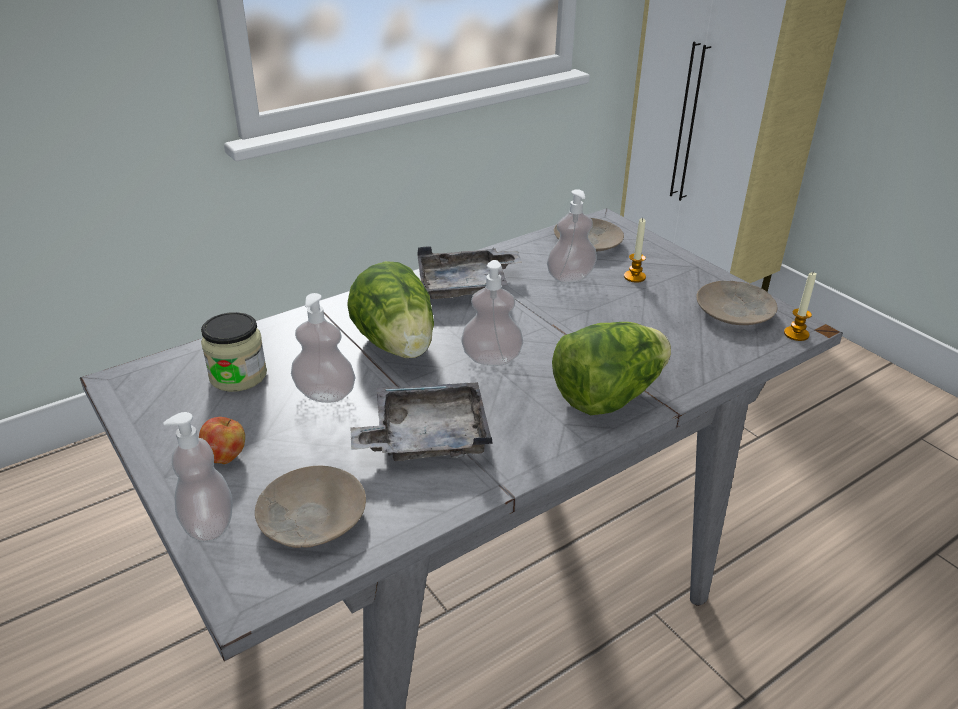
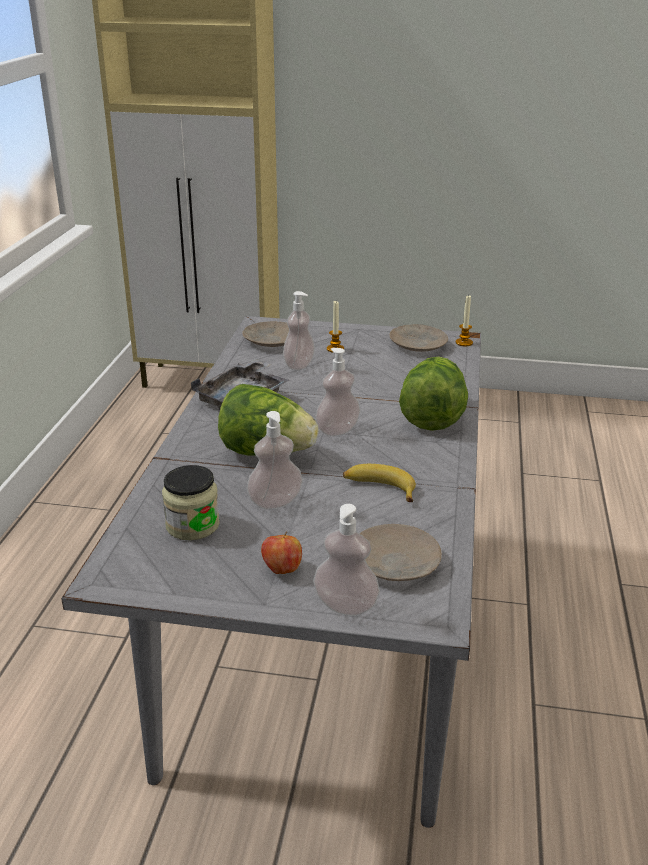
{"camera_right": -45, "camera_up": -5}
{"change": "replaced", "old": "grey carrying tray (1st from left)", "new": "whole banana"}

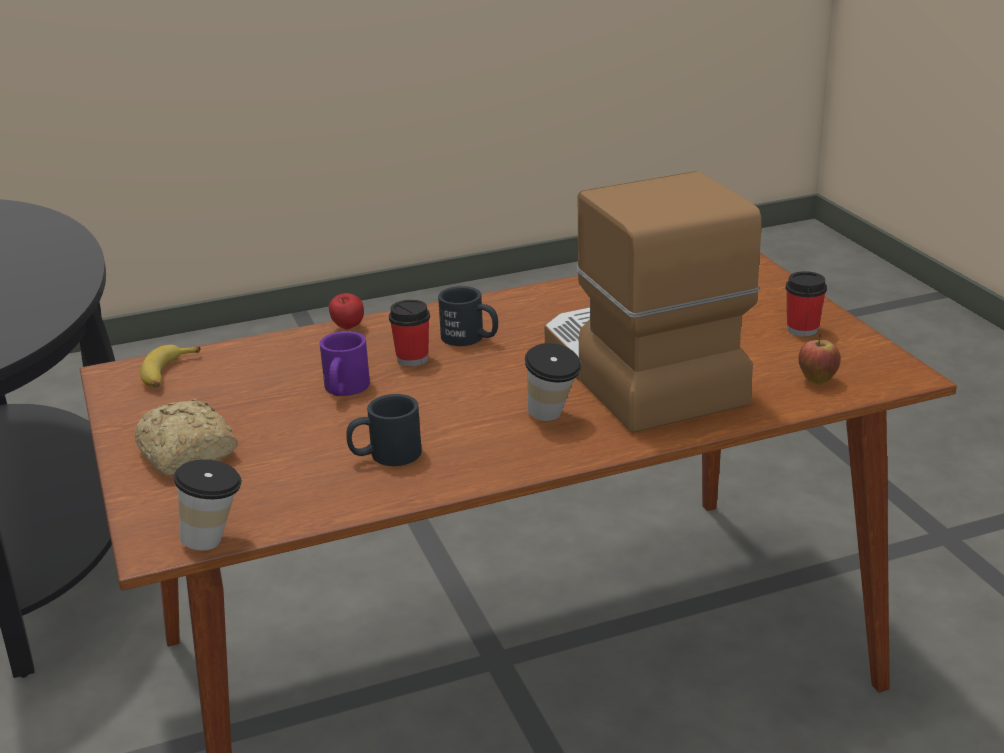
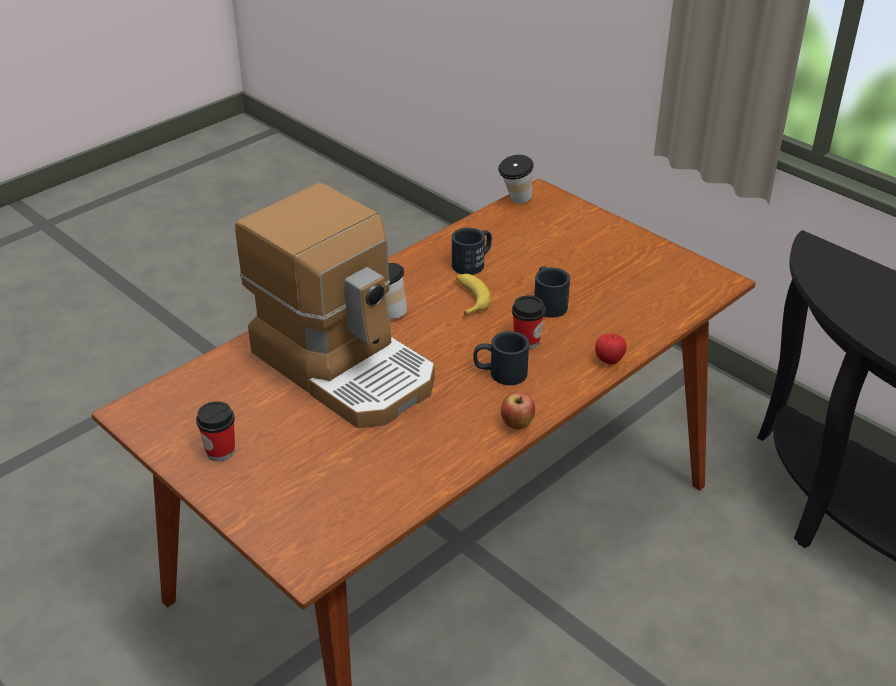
{"camera_right": 155, "camera_up": 10}
{"change": "removed", "old": "baked bread"}
{"change": "moved", "old": "whole banana"}
{"change": "recoloured", "old": "purplish tea mug", "new": "black-coloured tea mug (3rd from left)"}
{"change": "moved", "old": "apple fruit (2nd from left in the first image)", "new": "apple fruit (1st from left)"}

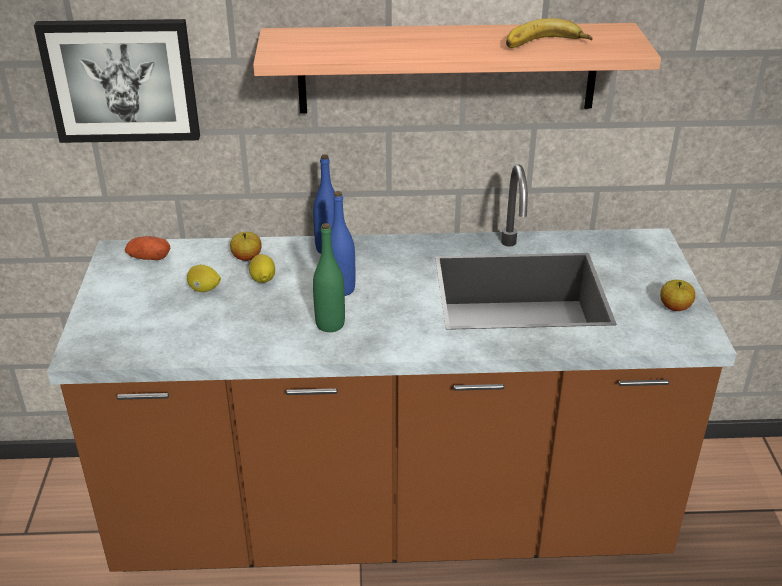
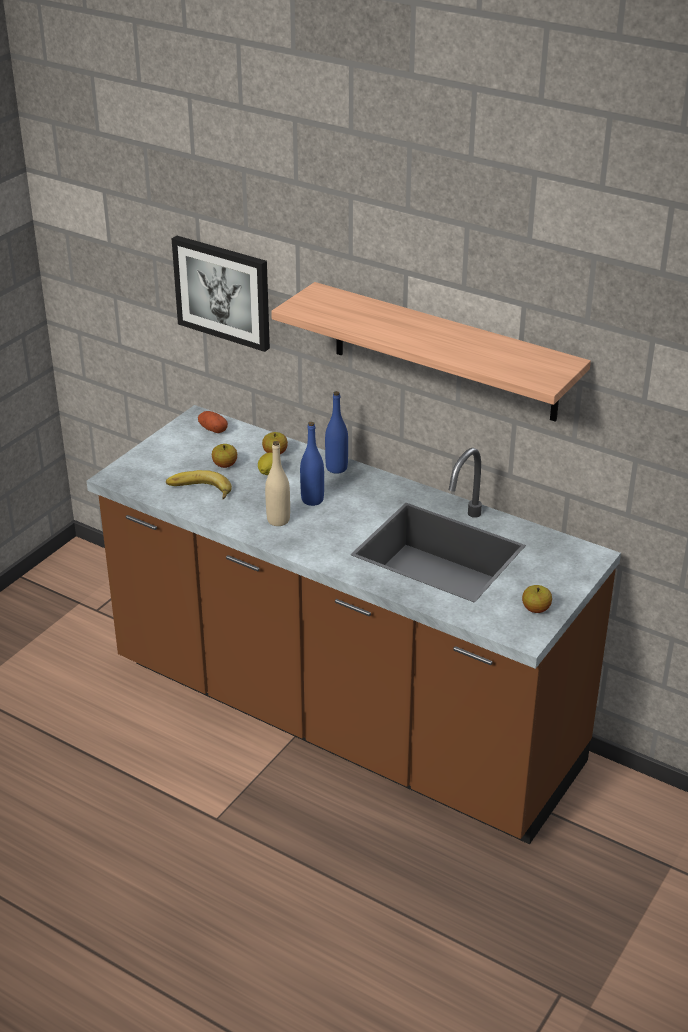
{"camera_right": 35, "camera_up": 0}
{"change": "replaced", "old": "whole lemon (1st from left)", "new": "apple fruit (1st from left)"}
{"change": "recoloured", "old": "green-coloured bottle", "new": "sand-coloured bottle"}
{"change": "moved", "old": "whole banana"}

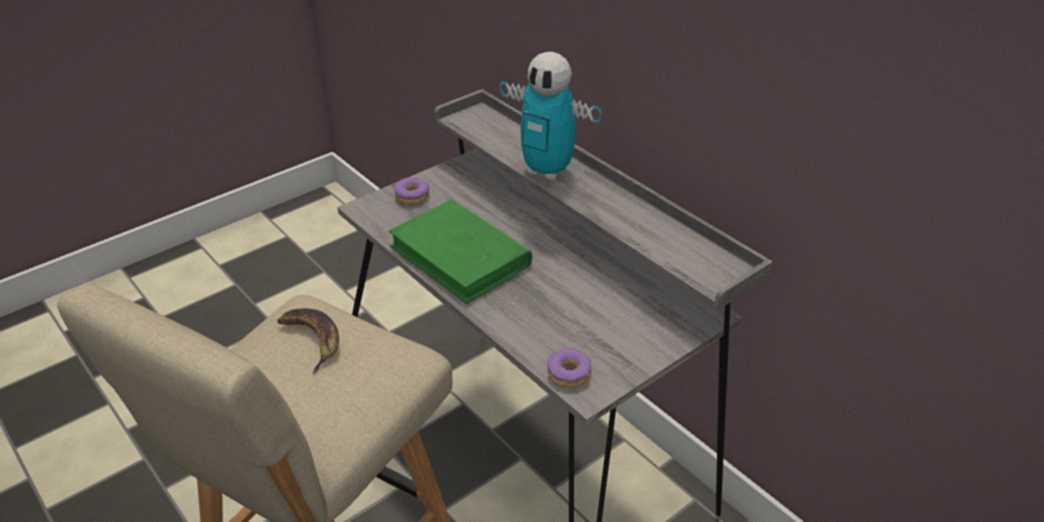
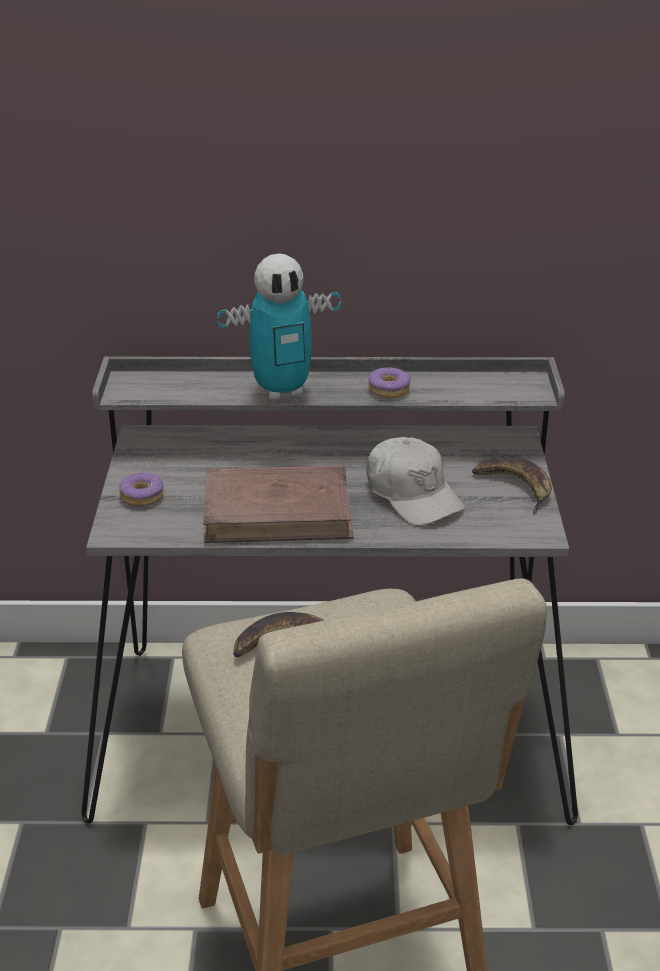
{"camera_right": -50, "camera_up": -5}
{"change": "recoloured", "old": "green-coloured book", "new": "brownish book"}
{"change": "moved", "old": "ring doughnut (2nd from left)"}
{"change": "added", "new": "whitish peaked cap"}
{"change": "added", "new": "whole banana (2nd from left)"}

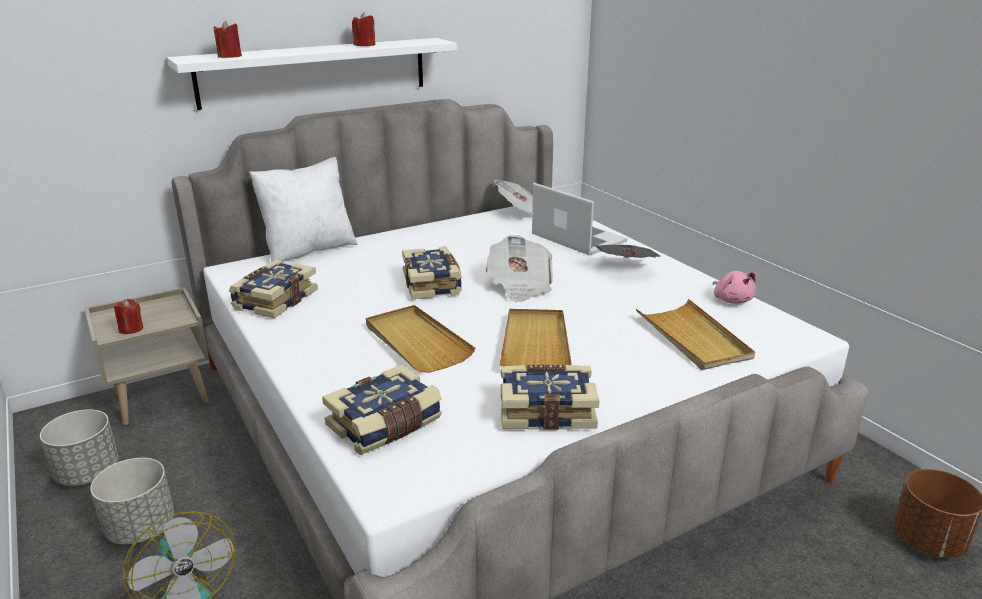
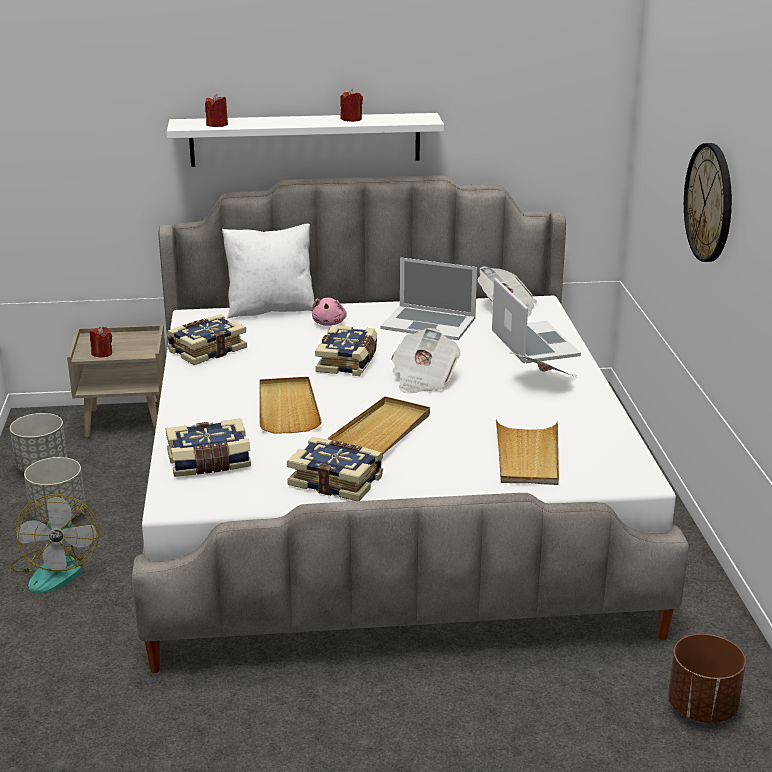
{"camera_right": 25, "camera_up": 0}
{"change": "moved", "old": "pink-coloured plush toy"}
{"change": "added", "new": "notebook computer (1st from left)"}
{"change": "added", "new": "wall clock"}

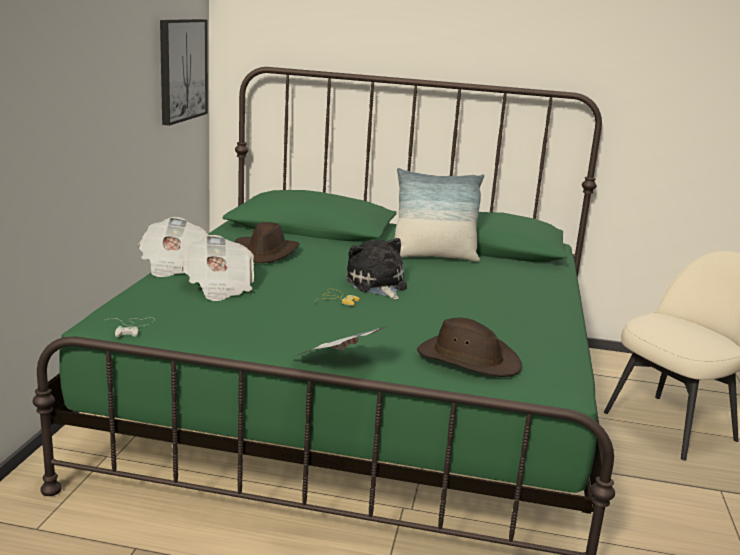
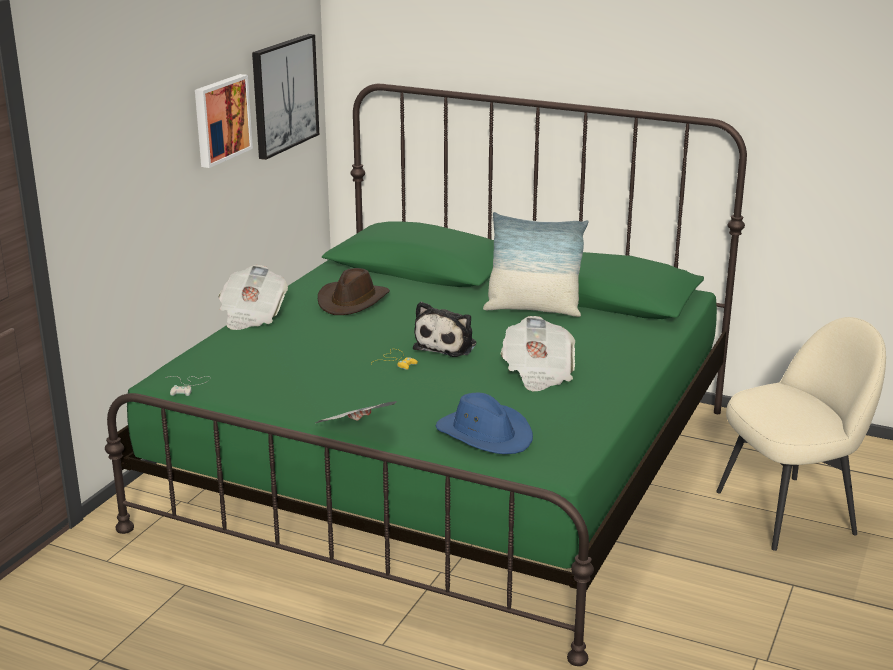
{"camera_right": 15, "camera_up": 5}
{"change": "moved", "old": "daily paper (2nd from left in the first image)", "new": "daily paper (3rd from left)"}
{"change": "turned", "old": "plush toy", "degrees": -150}
{"change": "recoloured", "old": "brownish wearable hat (2nd from left)", "new": "blue-coloured wearable hat"}
{"change": "added", "new": "wall picture (1st from left)"}

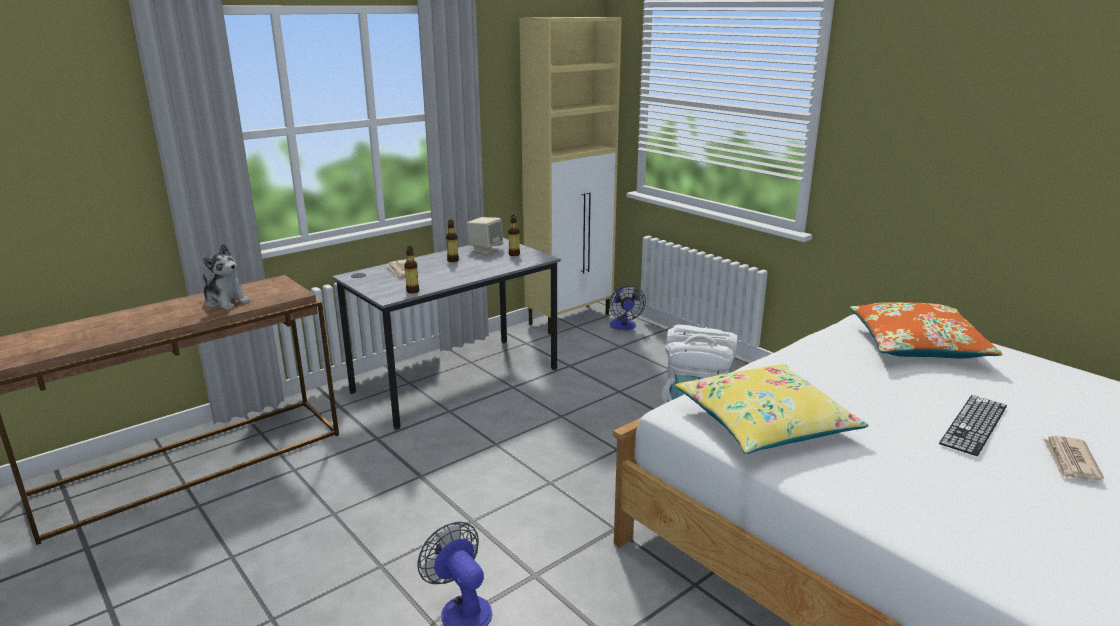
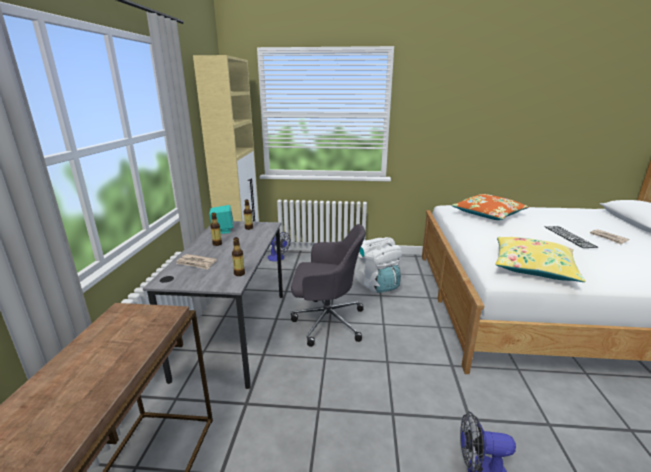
{"camera_right": -45, "camera_up": 0}
{"change": "removed", "old": "plush toy"}
{"change": "recoloured", "old": "sand-coloured speaker", "new": "turquoise speaker"}
{"change": "added", "new": "grey computer chair"}

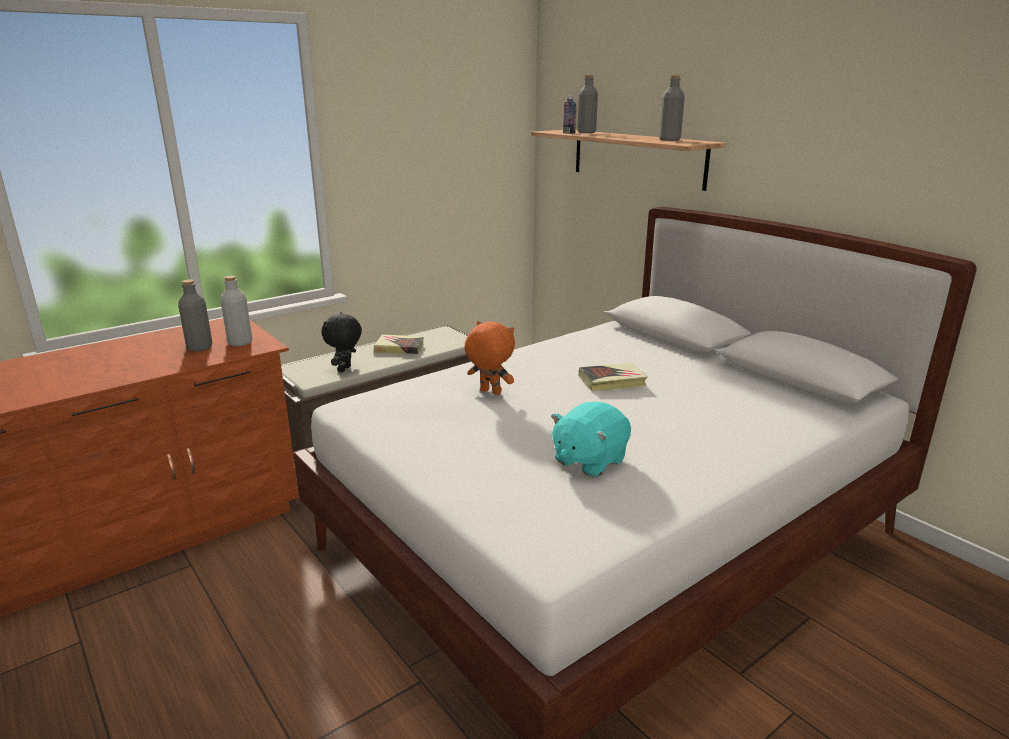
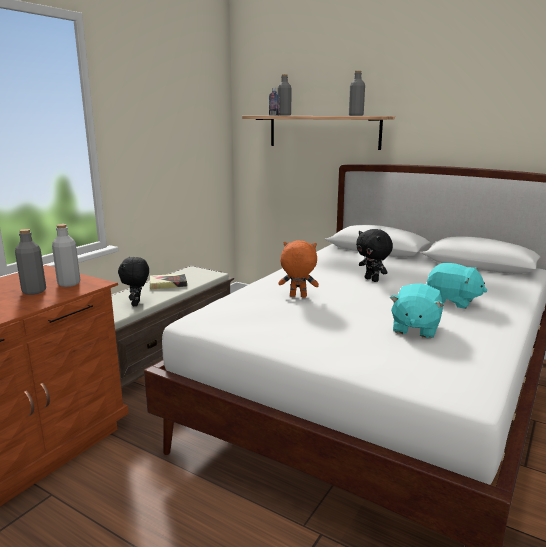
{"camera_right": -20, "camera_up": -5}
{"change": "replaced", "old": "book (2nd from left)", "new": "black-coloured plush toy (2nd from left)"}
{"change": "added", "new": "turquoise plush toy (2nd from left)"}

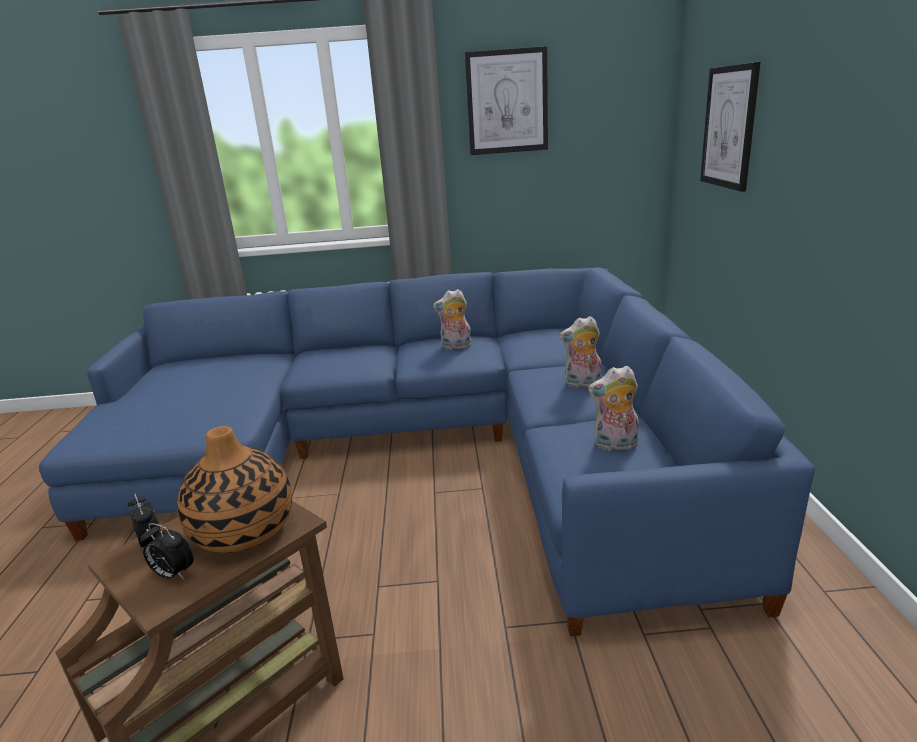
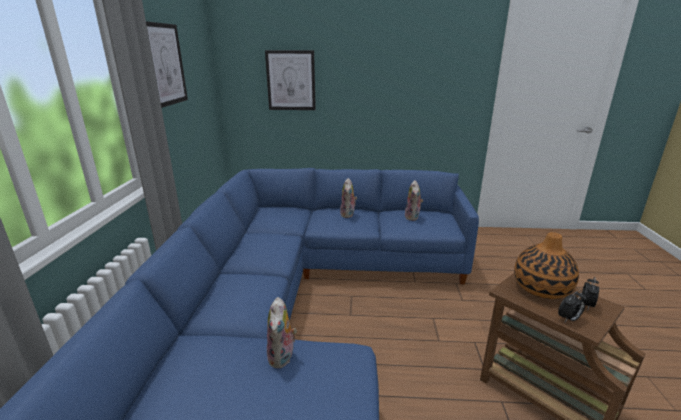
{"camera_right": -85, "camera_up": 0}
{"change": "moved", "old": "plush toy (1st from left)"}

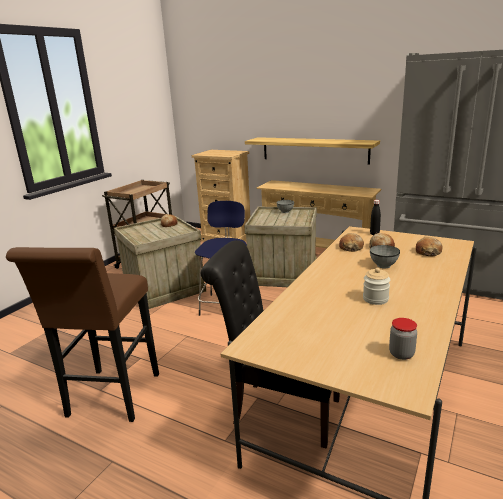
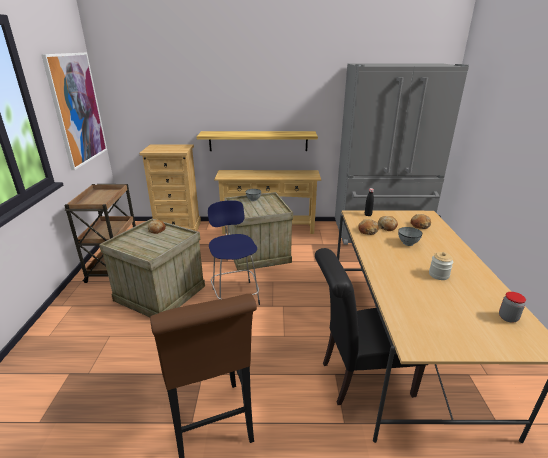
{"camera_right": -30, "camera_up": 5}
{"change": "added", "new": "wall picture"}

